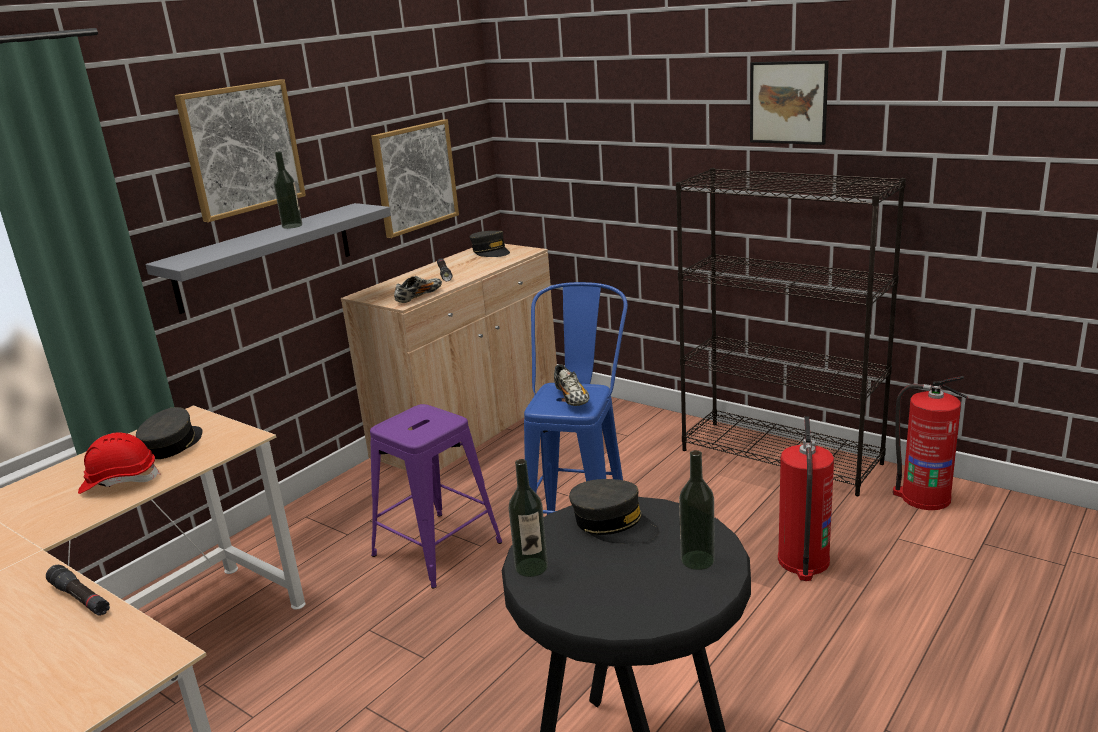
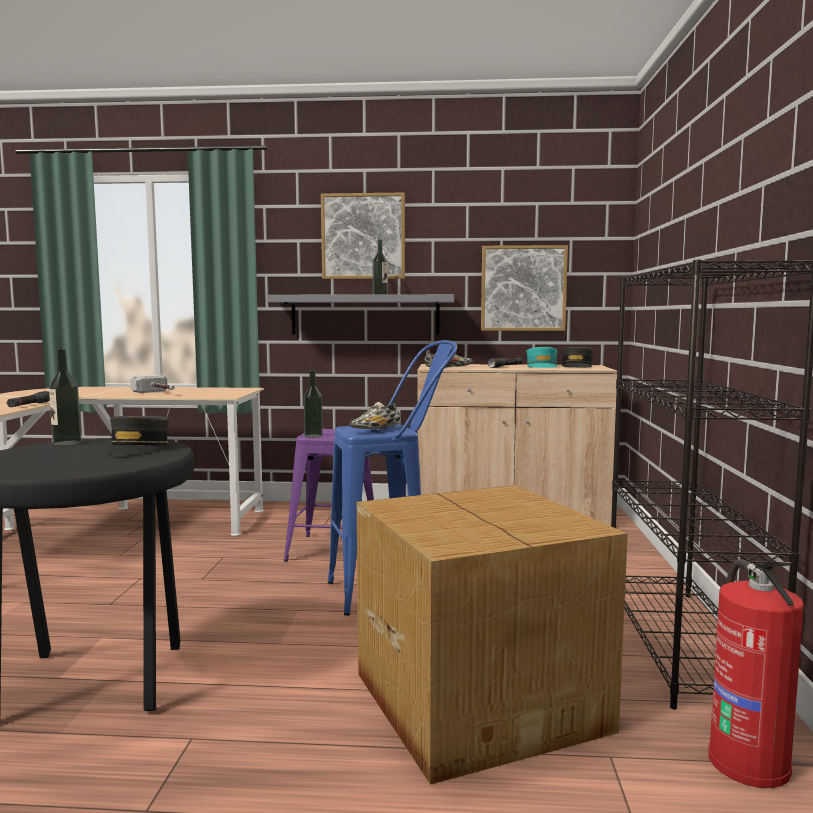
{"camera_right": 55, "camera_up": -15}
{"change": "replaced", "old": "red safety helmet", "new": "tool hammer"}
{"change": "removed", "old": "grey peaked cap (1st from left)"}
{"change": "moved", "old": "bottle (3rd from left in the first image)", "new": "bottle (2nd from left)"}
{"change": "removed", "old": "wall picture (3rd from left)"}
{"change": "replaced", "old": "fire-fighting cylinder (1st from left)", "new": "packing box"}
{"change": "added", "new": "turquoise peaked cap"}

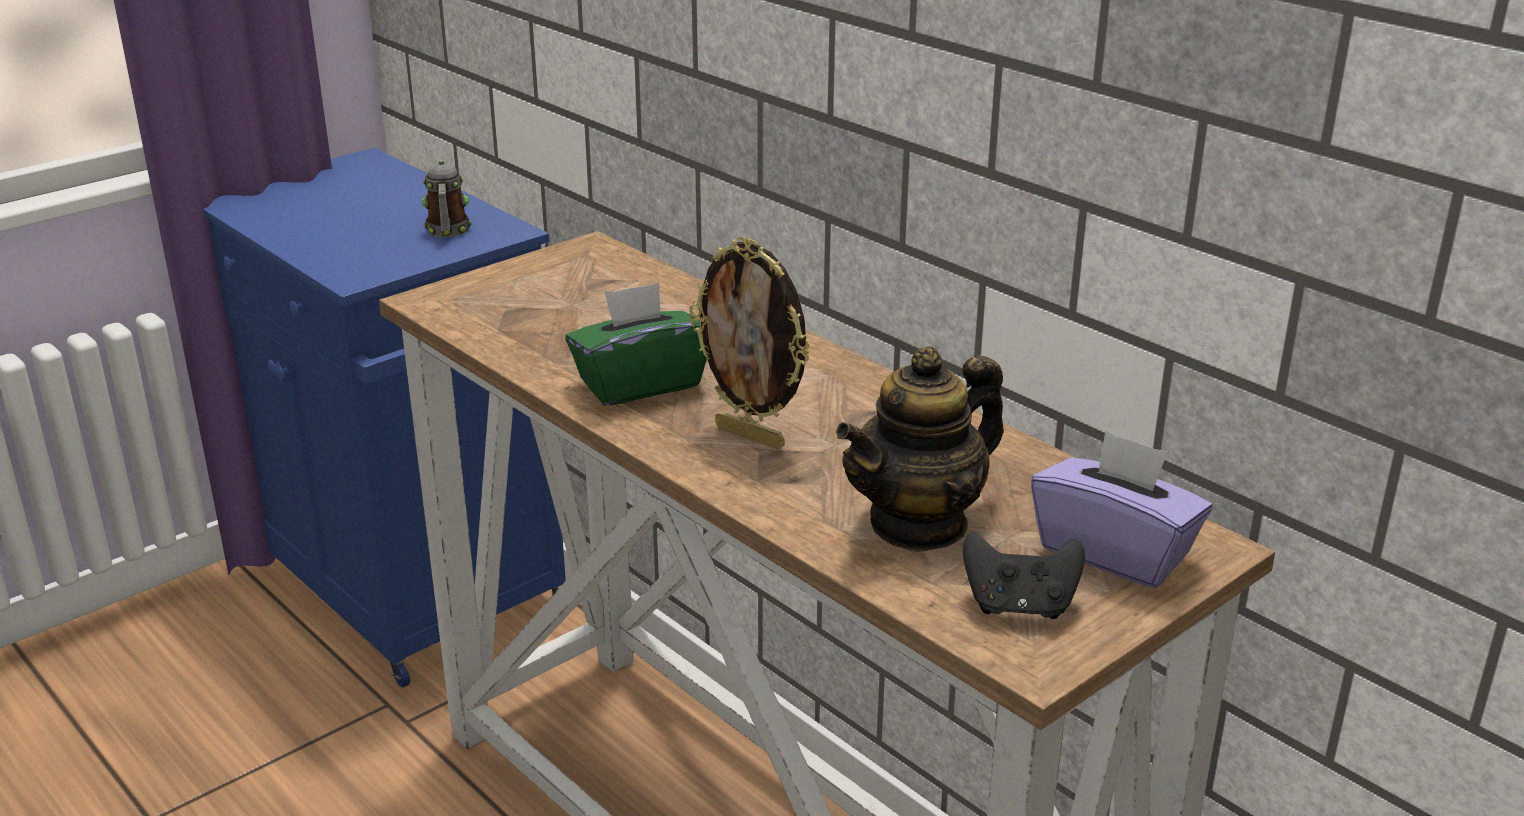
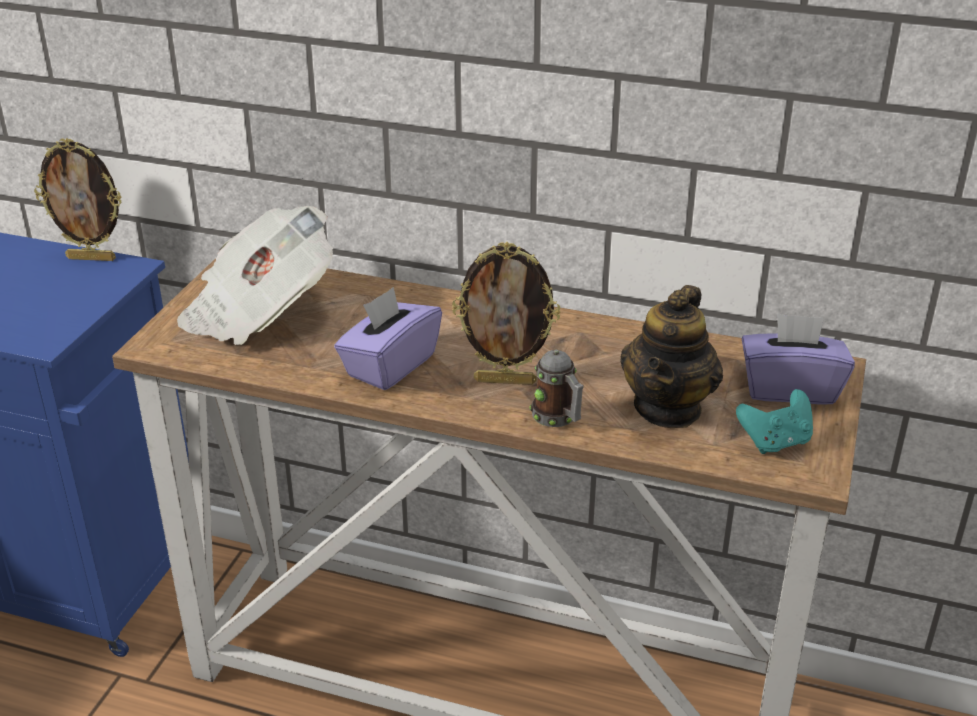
{"camera_right": -30, "camera_up": 5}
{"change": "moved", "old": "tea mug"}
{"change": "recoloured", "old": "green-coloured box of tissues", "new": "purplish box of tissues (1st from left)"}
{"change": "recoloured", "old": "black-coloured joypad", "new": "turquoise joypad"}
{"change": "added", "new": "photo frame (1st from left)"}
{"change": "added", "new": "daily paper"}

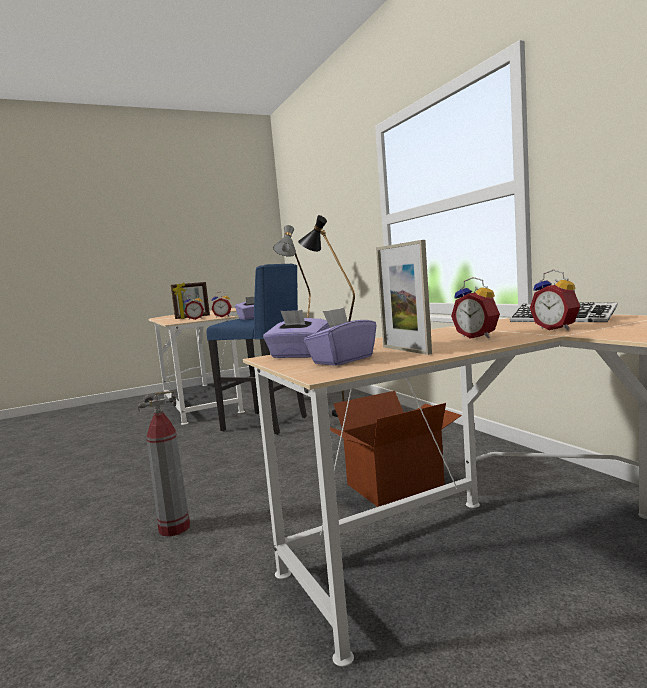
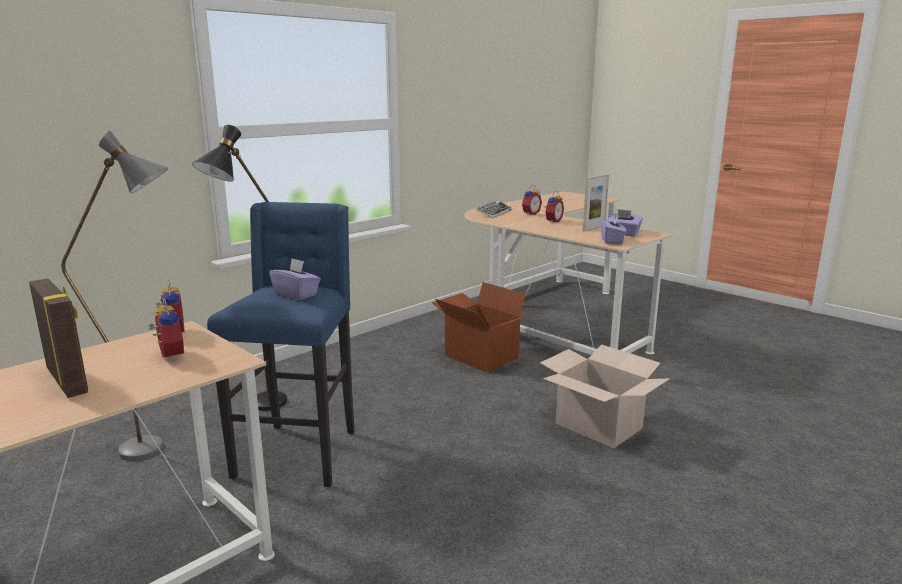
{"camera_right": -110, "camera_up": 10}
{"change": "replaced", "old": "fire-fighting cylinder", "new": "packing box (2nd from left)"}

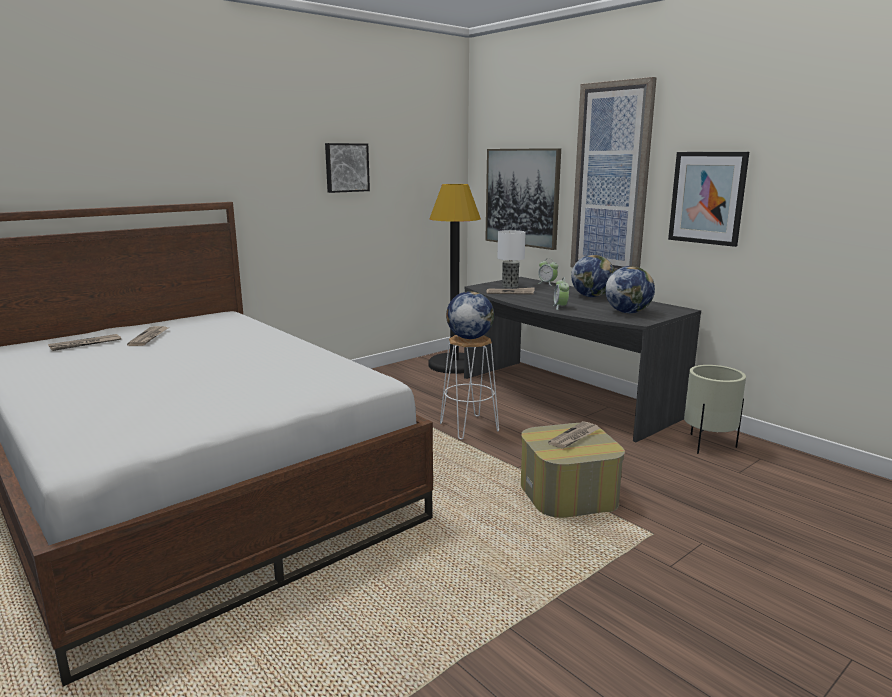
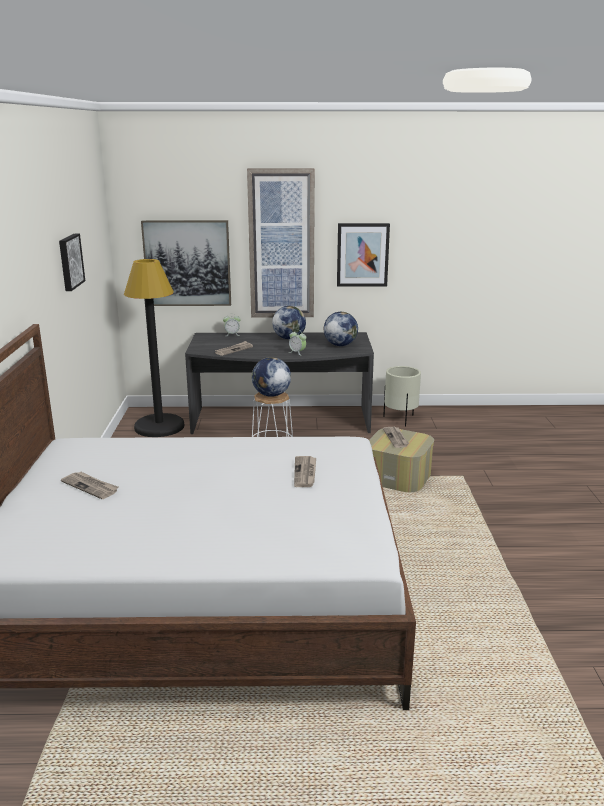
{"camera_right": -50, "camera_up": 5}
{"change": "moved", "old": "daily paper (1st from left in the first image)", "new": "daily paper (3rd from left)"}
{"change": "removed", "old": "table lamp"}

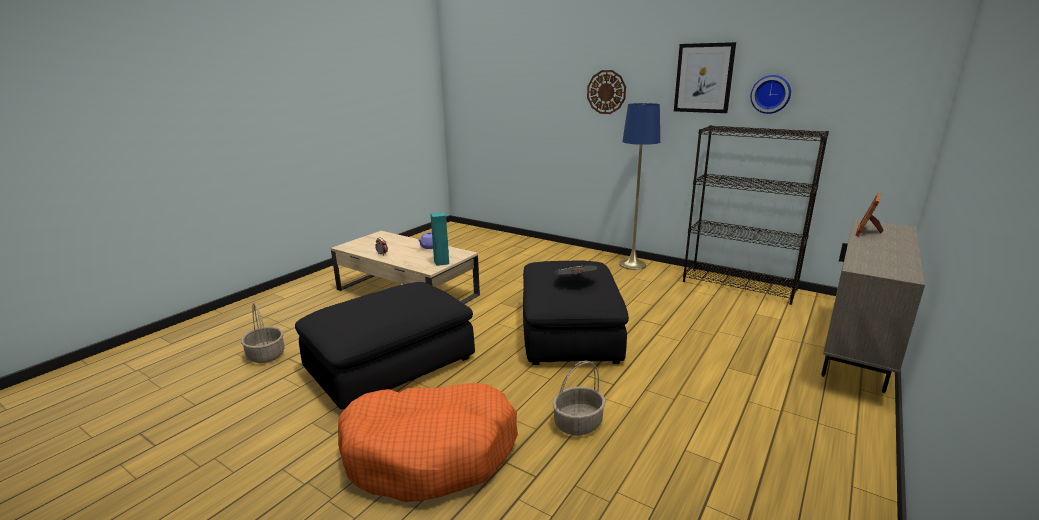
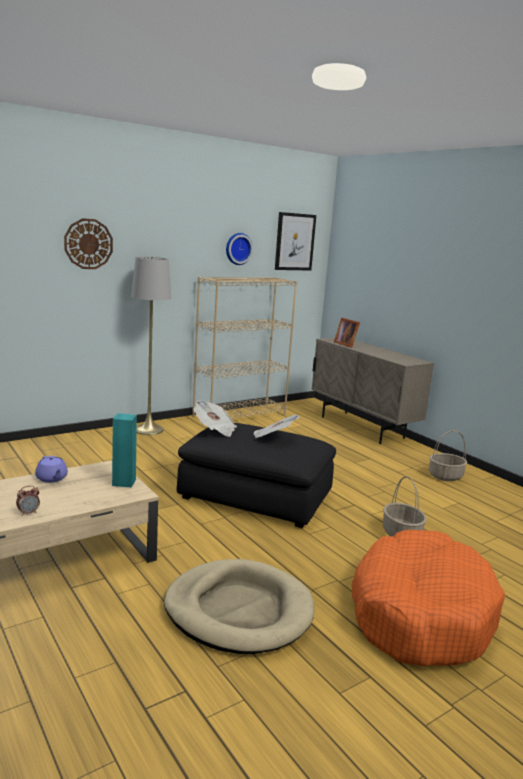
{"camera_right": -70, "camera_up": -5}
{"change": "moved", "old": "household basket (1st from left in the first image)", "new": "household basket (2nd from left)"}
{"change": "replaced", "old": "black-coloured ottoman (1st from left)", "new": "sand-coloured dog bed"}
{"change": "recoloured", "old": "blue-coloured floor lamp", "new": "grey floor lamp"}
{"change": "moved", "old": "wall picture"}
{"change": "recoloured", "old": "black-coloured bookshelf", "new": "sand-coloured bookshelf"}
{"change": "added", "new": "daily paper (1st from left)"}

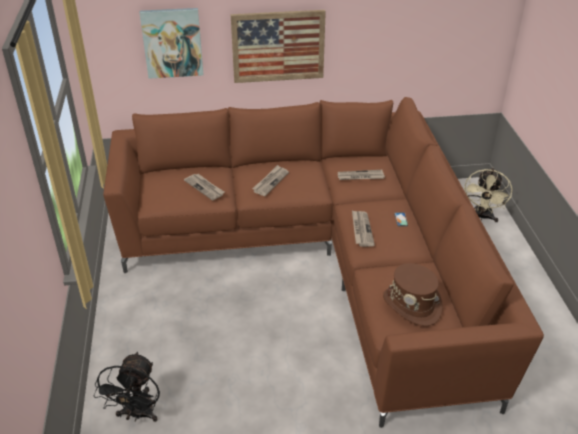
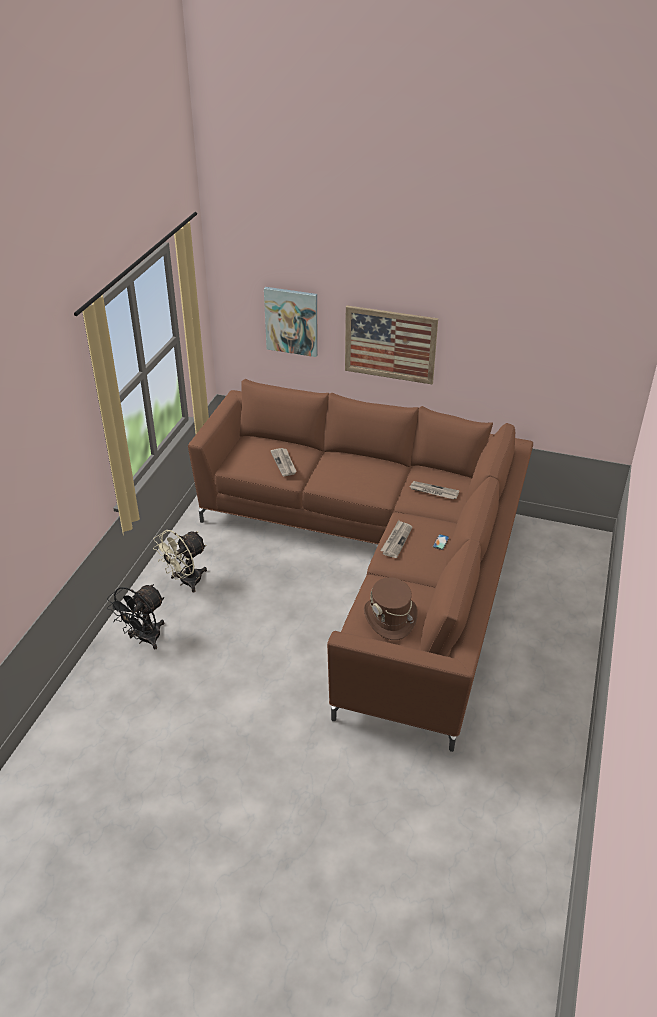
{"camera_right": 25, "camera_up": 0}
{"change": "removed", "old": "daily paper (2nd from left)"}
{"change": "moved", "old": "sand-coloured cooling fan"}

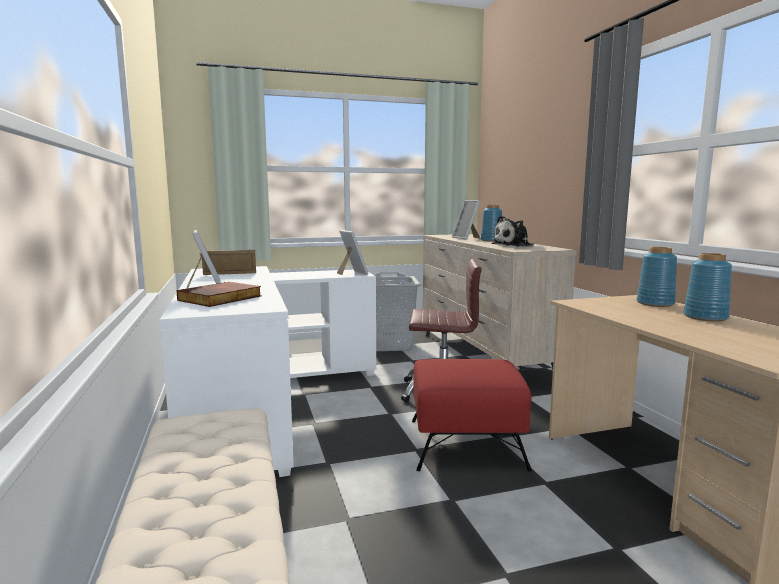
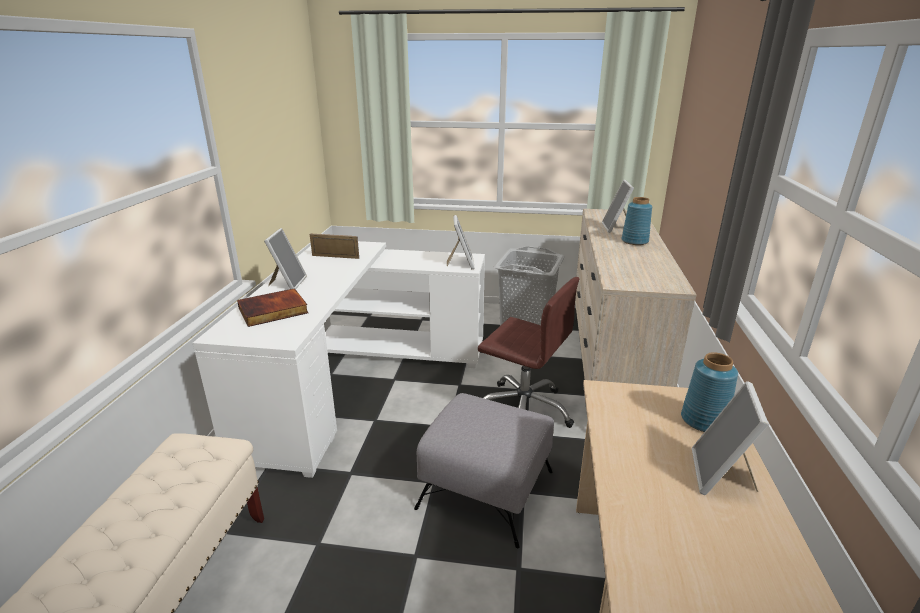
{"camera_right": 25, "camera_up": 15}
{"change": "recoloured", "old": "red ottoman", "new": "grey ottoman"}
{"change": "removed", "old": "plush toy"}
{"change": "replaced", "old": "blue-coloured decorative vase (3rd from left)", "new": "photo frame (5th from left)"}

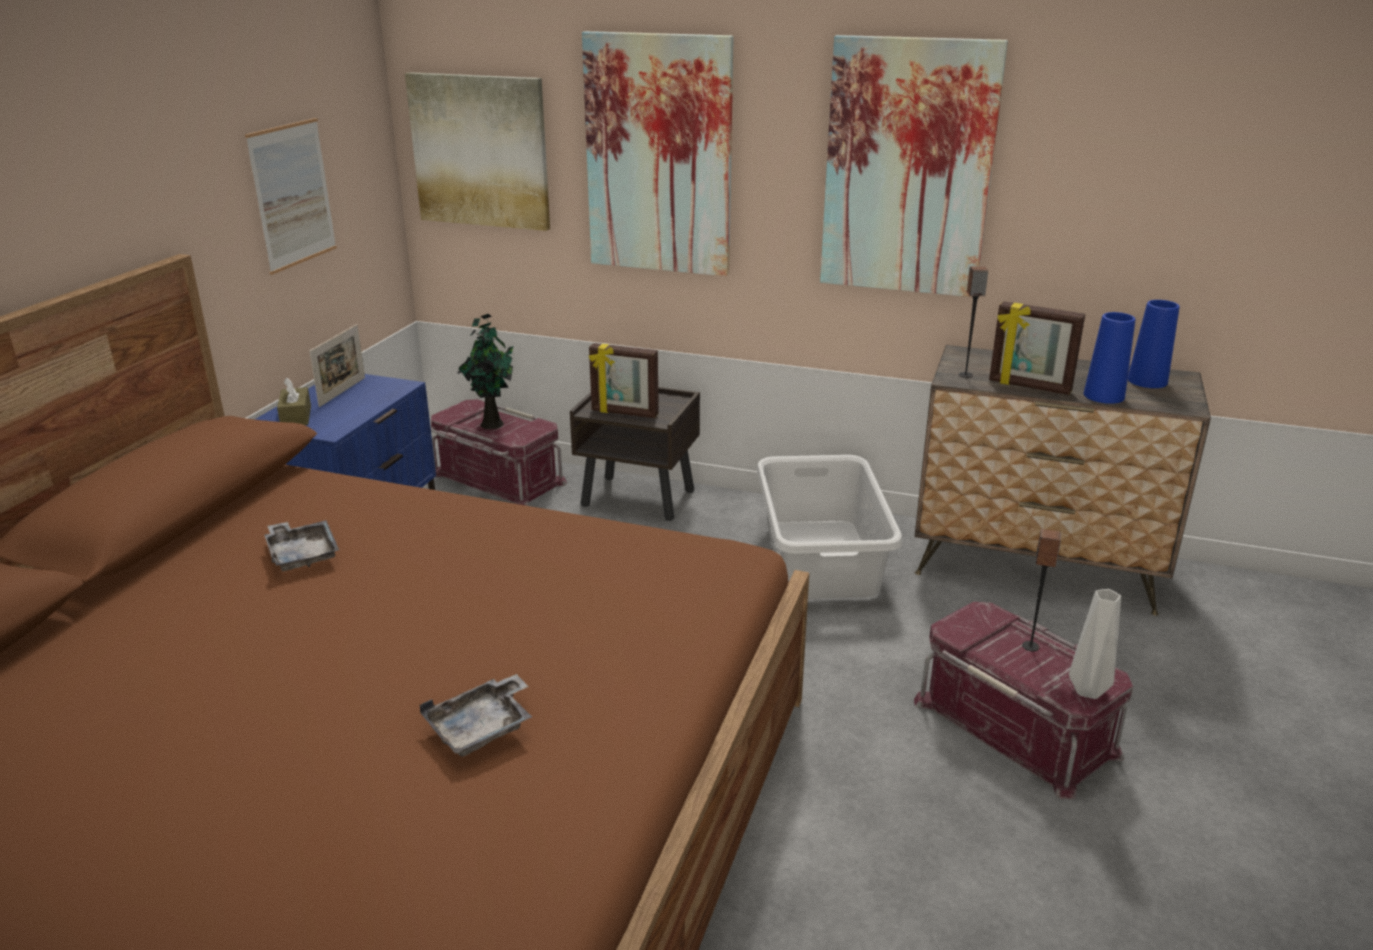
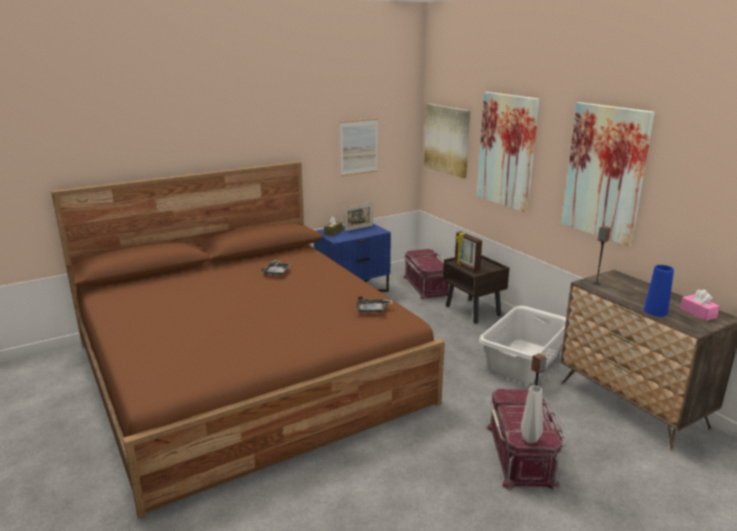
{"camera_right": 40, "camera_up": -5}
{"change": "moved", "old": "grey carrying tray (2nd from left)"}
{"change": "removed", "old": "plant in a pot"}
{"change": "removed", "old": "photo frame (3rd from left)"}
{"change": "replaced", "old": "blue-coloured decorative vase (2nd from left)", "new": "pink-coloured box of tissues"}

